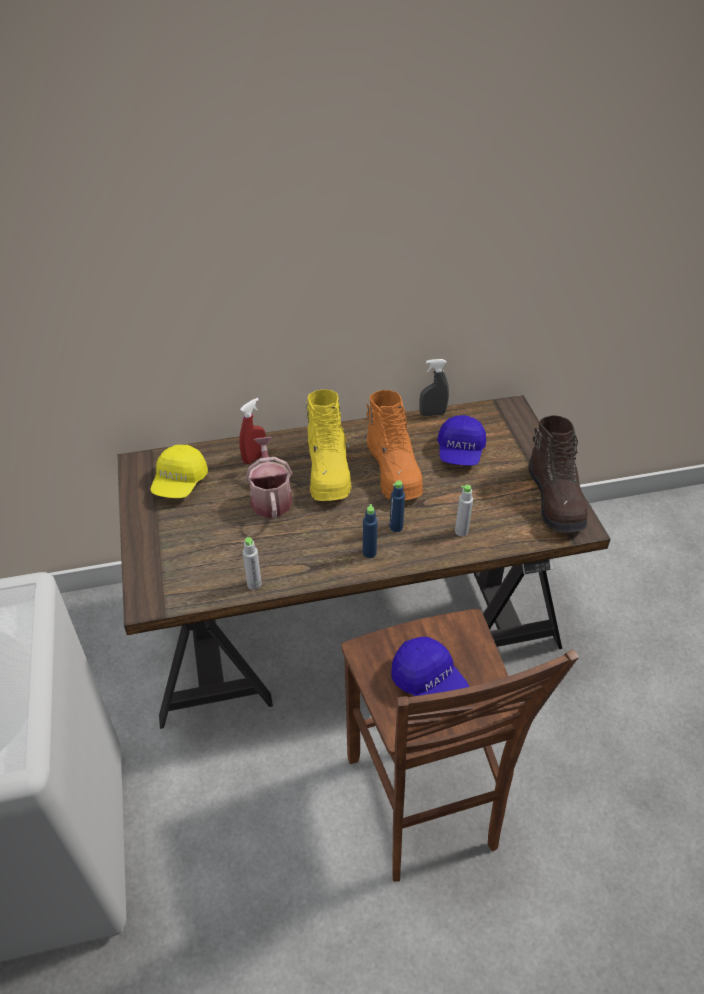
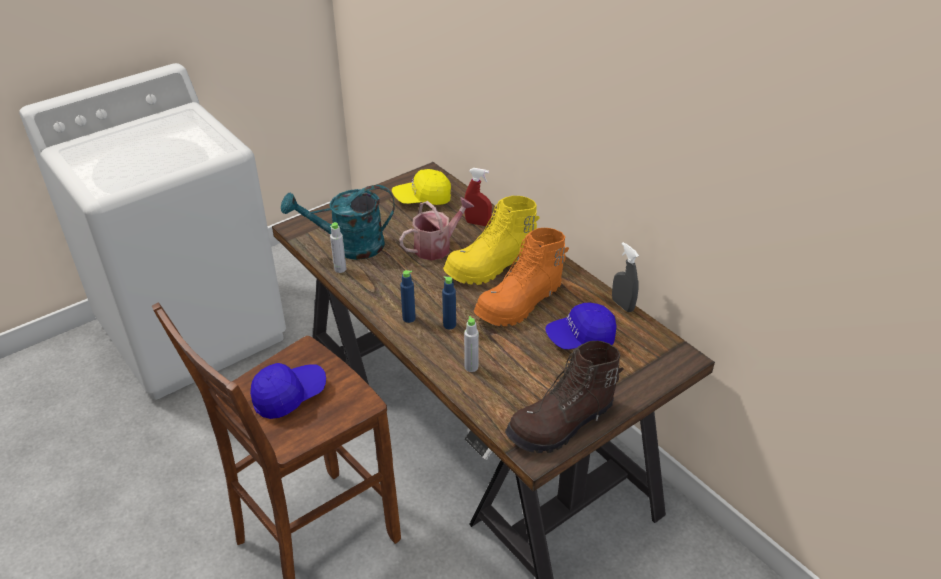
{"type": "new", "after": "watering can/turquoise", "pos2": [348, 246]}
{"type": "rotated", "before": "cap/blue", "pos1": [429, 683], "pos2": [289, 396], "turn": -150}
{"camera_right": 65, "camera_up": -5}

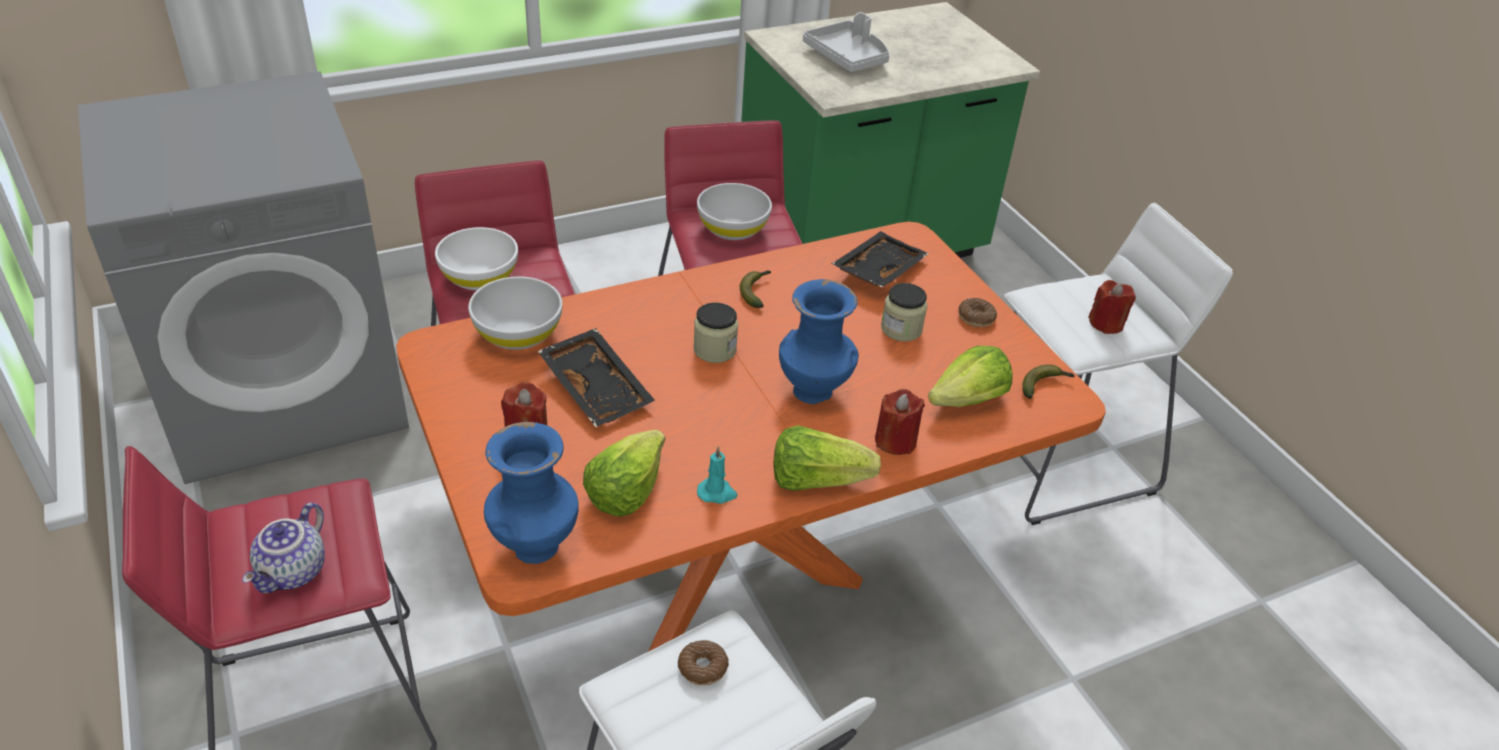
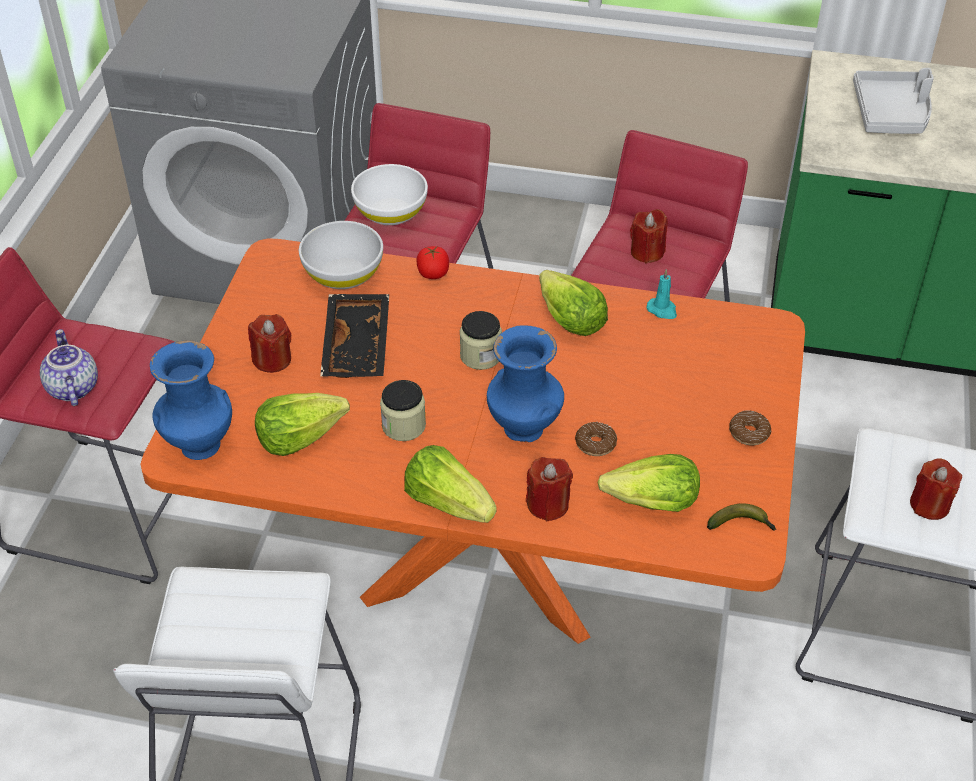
{"type": "gone", "before": "tray/black", "pos1": [877, 270]}
{"type": "new", "after": "tomato", "pos2": [433, 274]}
{"type": "shifted", "before": "donut", "pos1": [702, 667], "pos2": [595, 444]}
{"type": "shifted", "before": "candle/turquoise", "pos1": [717, 493], "pos2": [662, 310]}
{"type": "shifted", "before": "jar", "pos1": [901, 329], "pos2": [403, 426]}
{"type": "swapped", "before": "bowl/white", "after": "candle/red", "pos1": [732, 229], "pos2": [647, 252]}
{"type": "swapped", "before": "banana", "after": "lettuce", "pos1": [756, 292], "pos2": [569, 320]}
{"type": "rotated", "before": "teapot", "pos1": [294, 573], "pos2": [71, 388], "turn": 105}
{"camera_right": 40, "camera_up": 5}

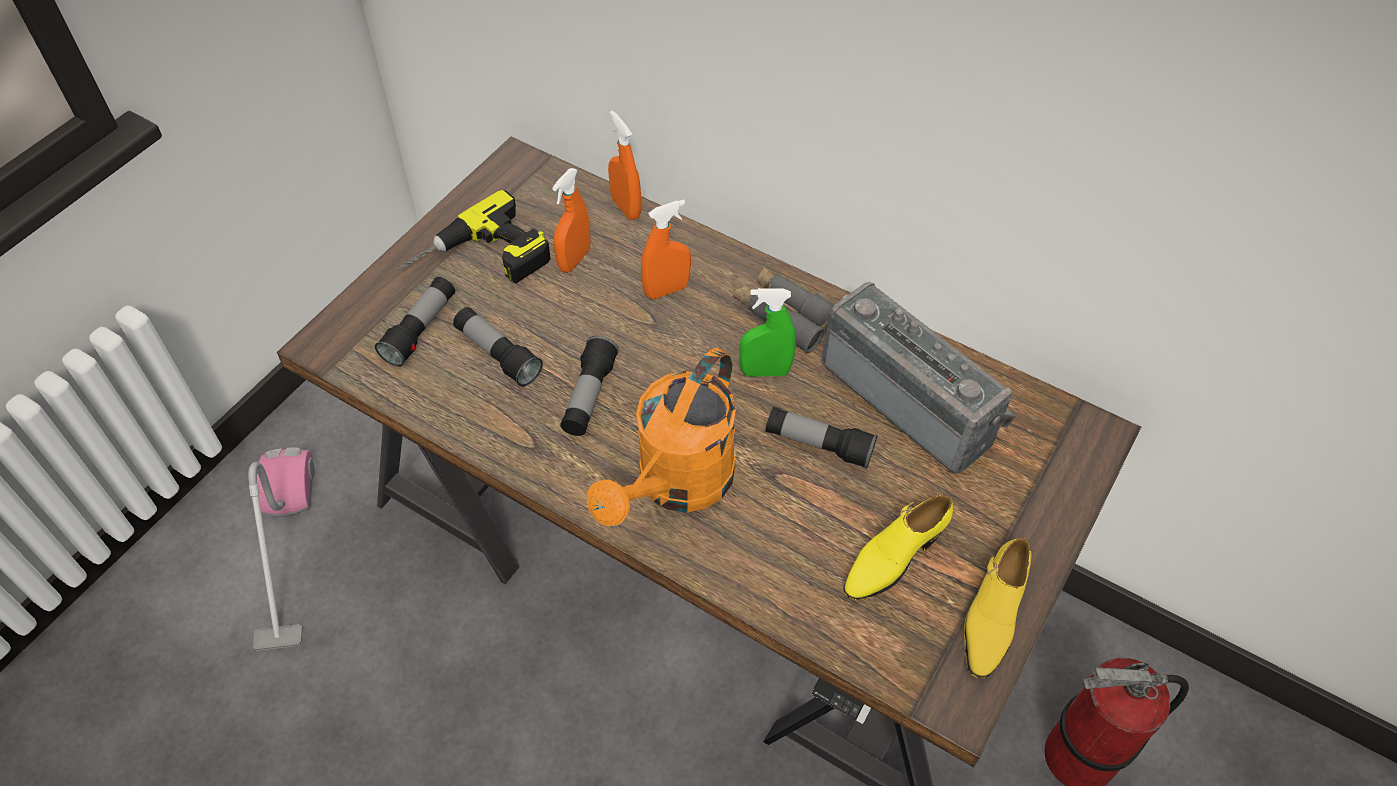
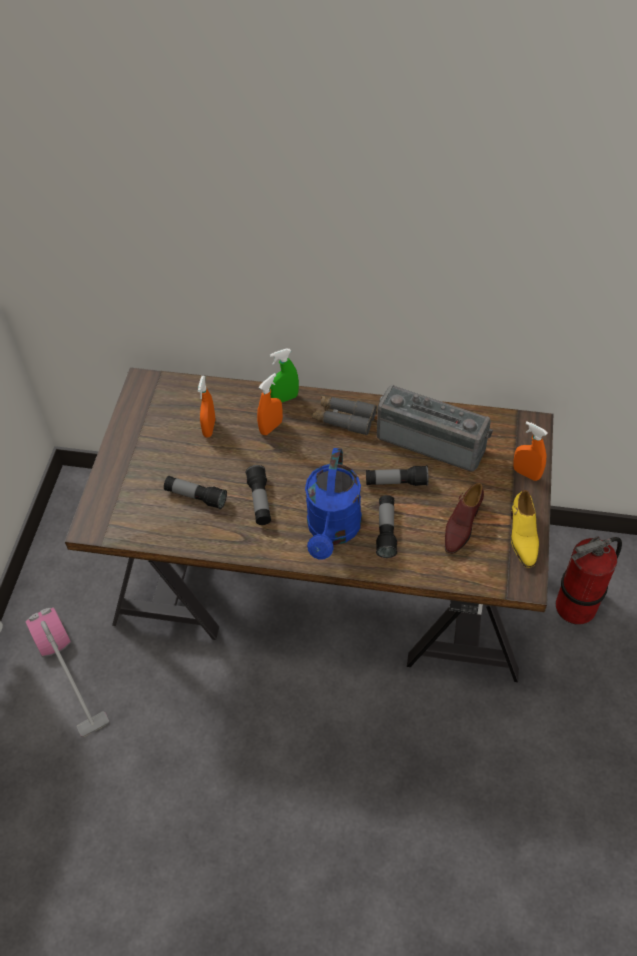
{"type": "gone", "before": "power drill", "pos1": [480, 261]}
{"type": "shifted", "before": "flashlight", "pos1": [420, 330], "pos2": [386, 531]}
{"type": "shifted", "before": "spray bottle/orange", "pos1": [625, 207], "pos2": [526, 473]}
{"type": "shifted", "before": "spray bottle/green", "pos1": [765, 371], "pos2": [285, 398]}
{"type": "repainted", "before": "watering can/orange", "after": "watering can/blue", "pos1": [676, 486], "pos2": [333, 531]}
{"type": "repainted", "before": "shoe/yellow", "after": "shoe/brown", "pos1": [893, 557], "pos2": [461, 525]}
{"camera_right": -20, "camera_up": 0}

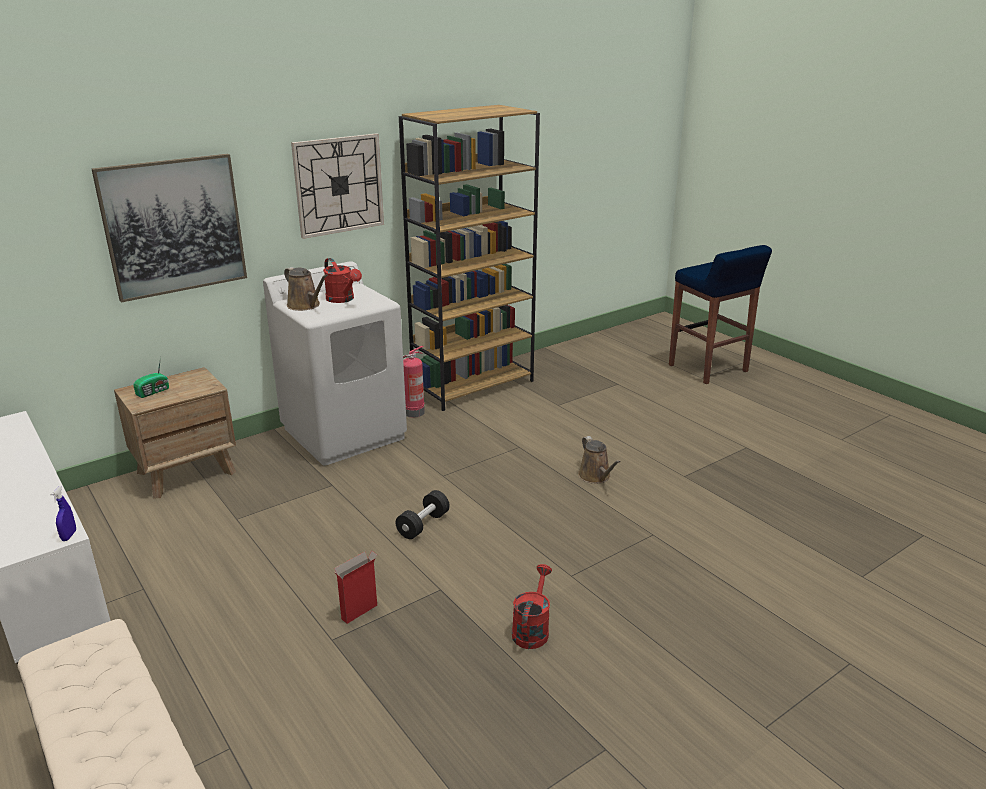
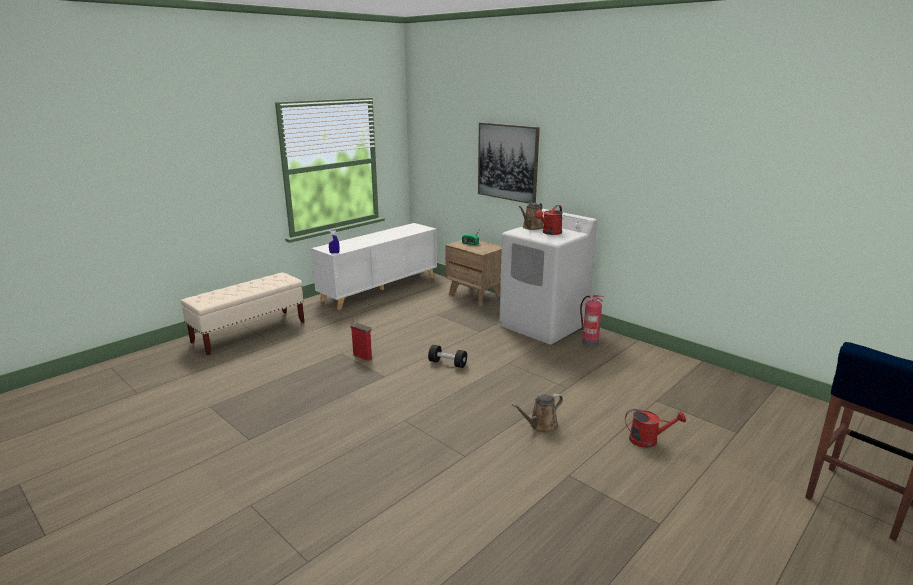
{"type": "gone", "before": "wall clock", "pos1": [339, 185]}
{"type": "gone", "before": "bookcase/brown", "pos1": [473, 385]}
{"type": "shifted", "before": "watering can/red", "pos1": [532, 629], "pos2": [648, 440]}
{"camera_right": 80, "camera_up": -5}

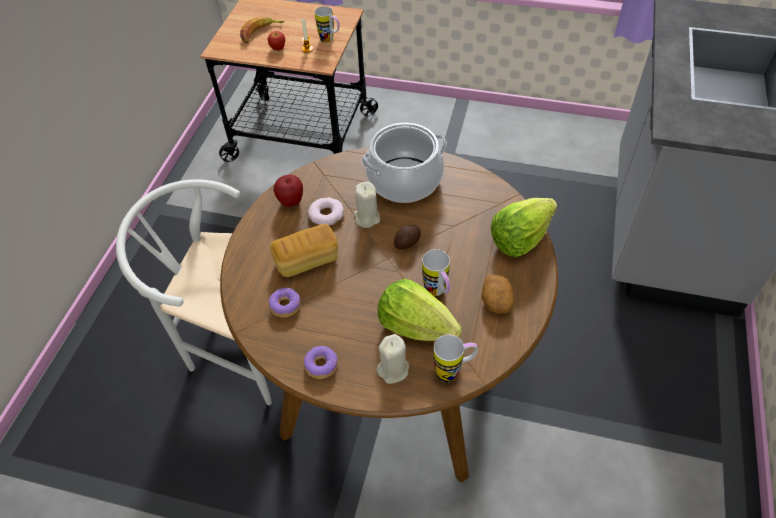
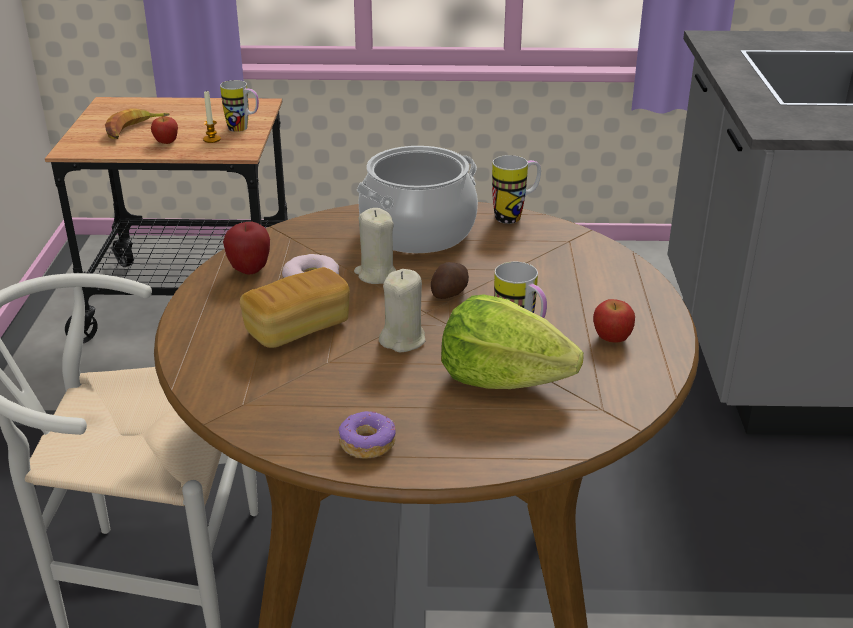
{"type": "gone", "before": "donut", "pos1": [285, 305]}
{"type": "gone", "before": "lettuce", "pos1": [520, 239]}
{"type": "shifted", "before": "candle/beige", "pos1": [393, 369], "pos2": [403, 340]}
{"type": "shifted", "before": "mug", "pos1": [454, 371], "pos2": [515, 216]}
{"type": "swapped", "before": "potato", "after": "apple", "pos1": [496, 300], "pos2": [611, 338]}
{"camera_right": -15, "camera_up": -20}

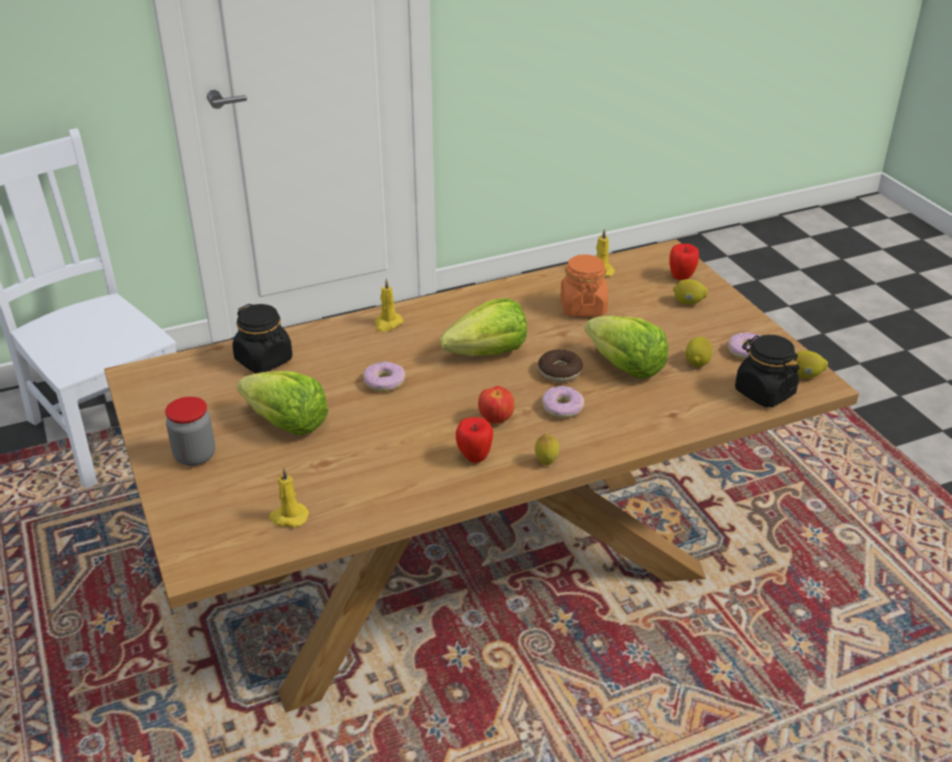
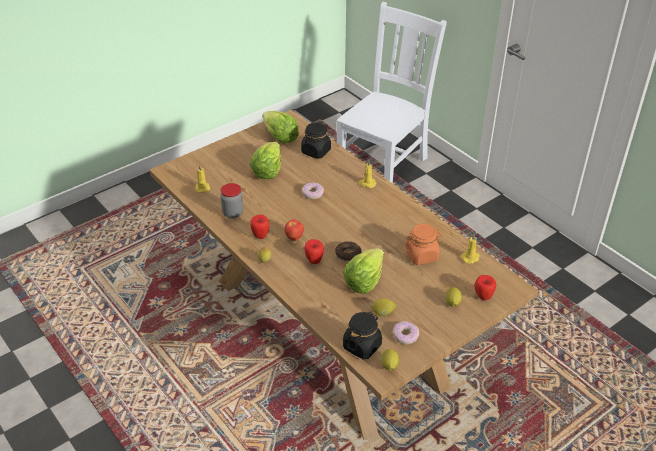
{"type": "shifted", "before": "jar", "pos1": [195, 456], "pos2": [233, 213]}
{"type": "shifted", "before": "lettuce", "pos1": [488, 353], "pos2": [280, 137]}
{"type": "swapped", "before": "donut", "after": "apple", "pos1": [562, 408], "pos2": [314, 261]}
{"camera_right": 75, "camera_up": 5}

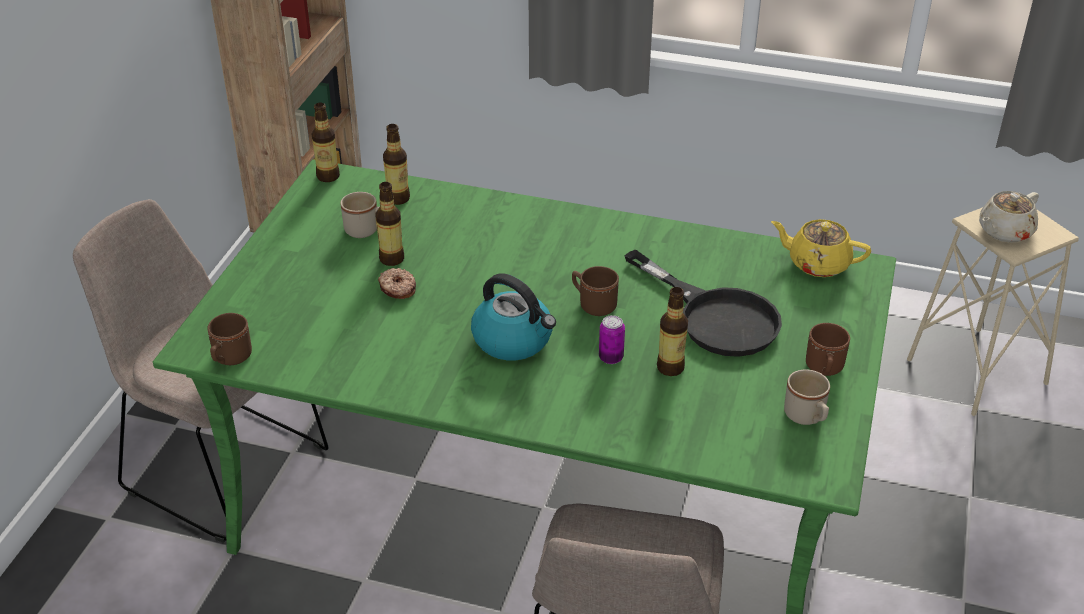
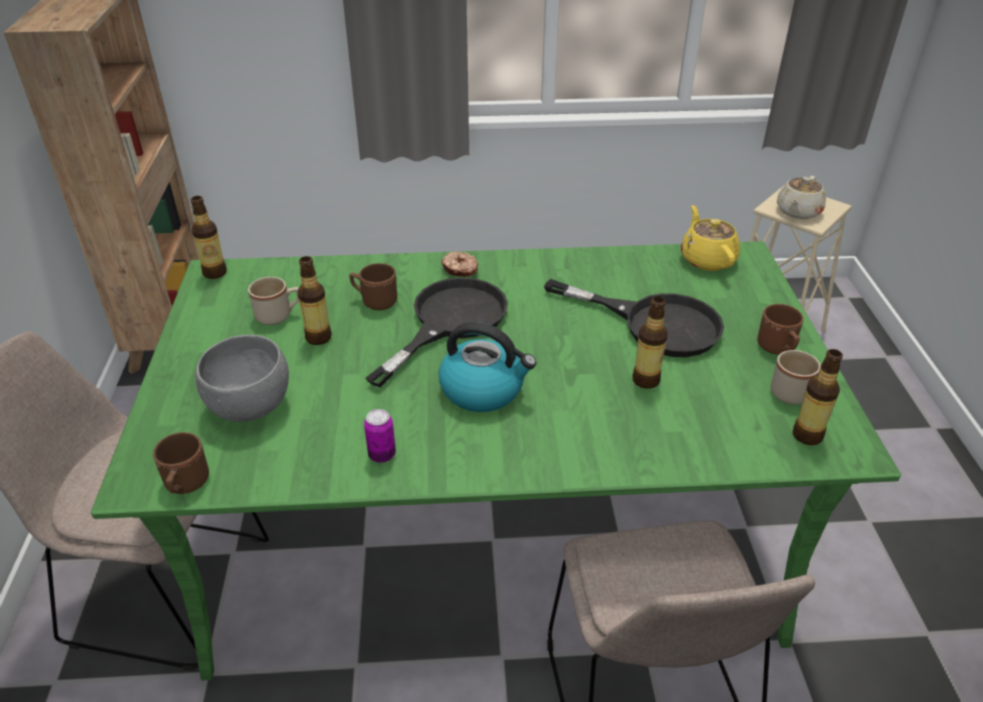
{"type": "new", "after": "bowl/grey", "pos2": [249, 406]}
{"type": "new", "after": "frying pan/black", "pos2": [449, 322]}
{"type": "shifted", "before": "donut", "pos1": [397, 289], "pos2": [460, 269]}
{"type": "shifted", "before": "bottle", "pos1": [398, 198], "pos2": [807, 435]}
{"type": "shifted", "before": "mug/brown", "pos1": [593, 304], "pos2": [374, 301]}
{"type": "shifted", "before": "can", "pos1": [611, 358], "pos2": [382, 455]}
{"type": "rotated", "before": "teapot/yellow", "pos1": [817, 263], "pos2": [707, 259], "turn": 75}
{"camera_right": -20, "camera_up": 0}

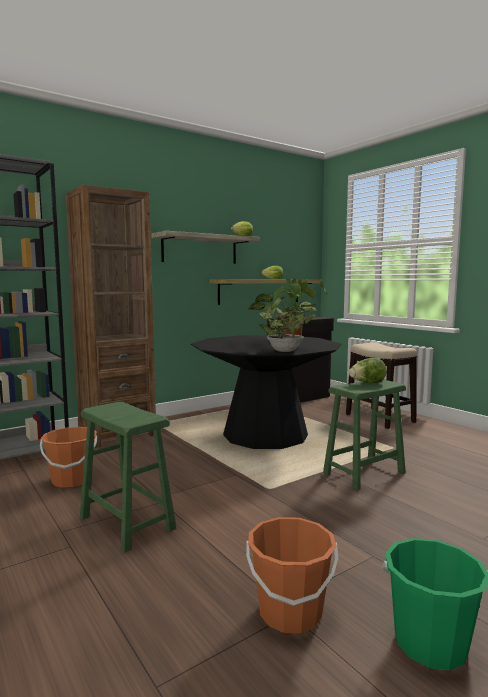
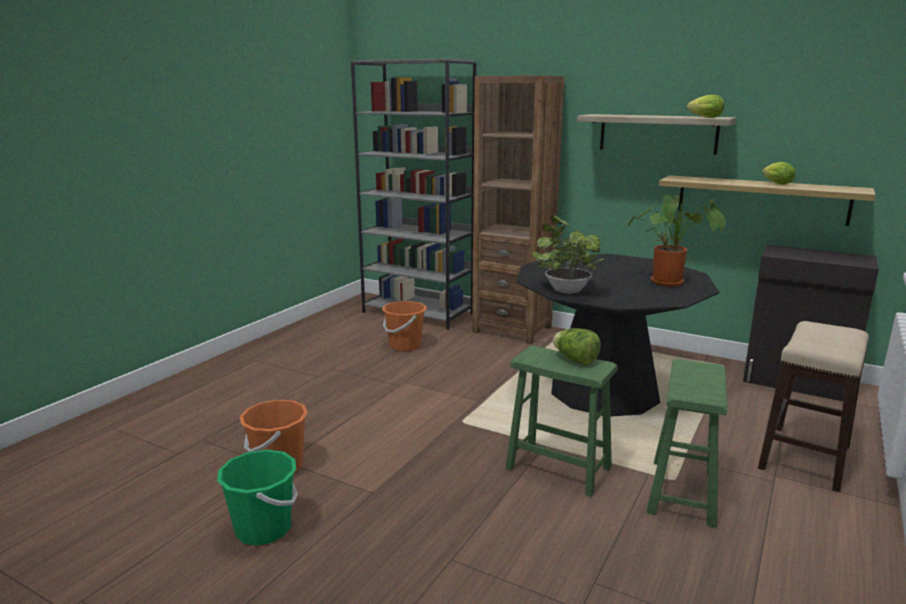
{"type": "shifted", "before": "stool/green", "pos1": [126, 523], "pos2": [682, 492]}
{"camera_right": 65, "camera_up": 10}

